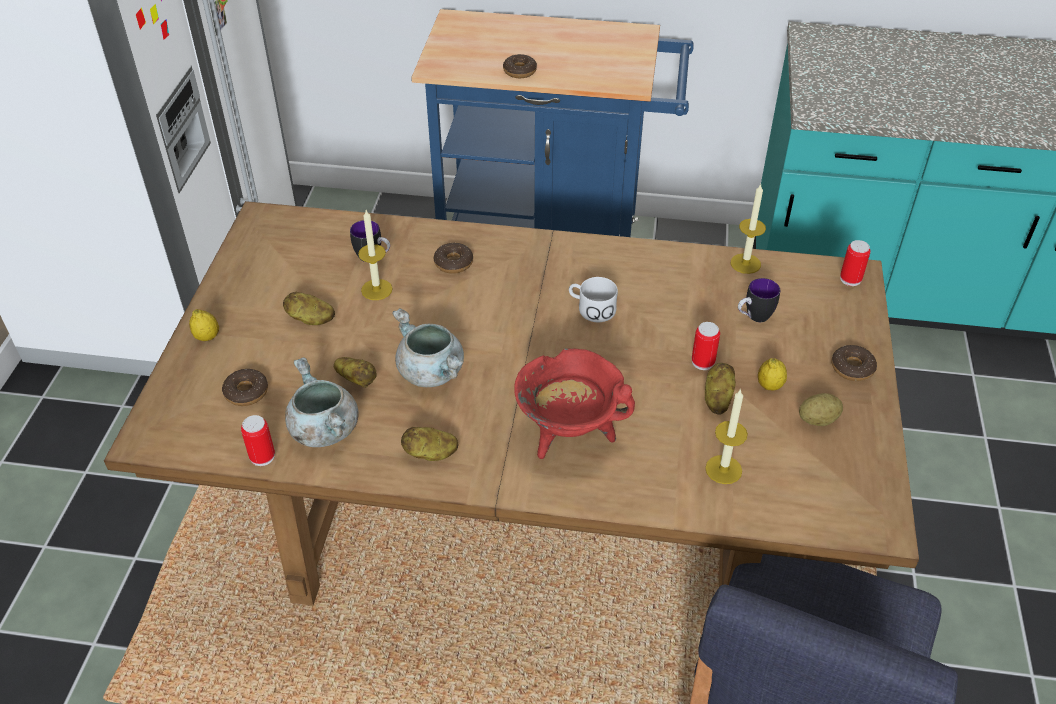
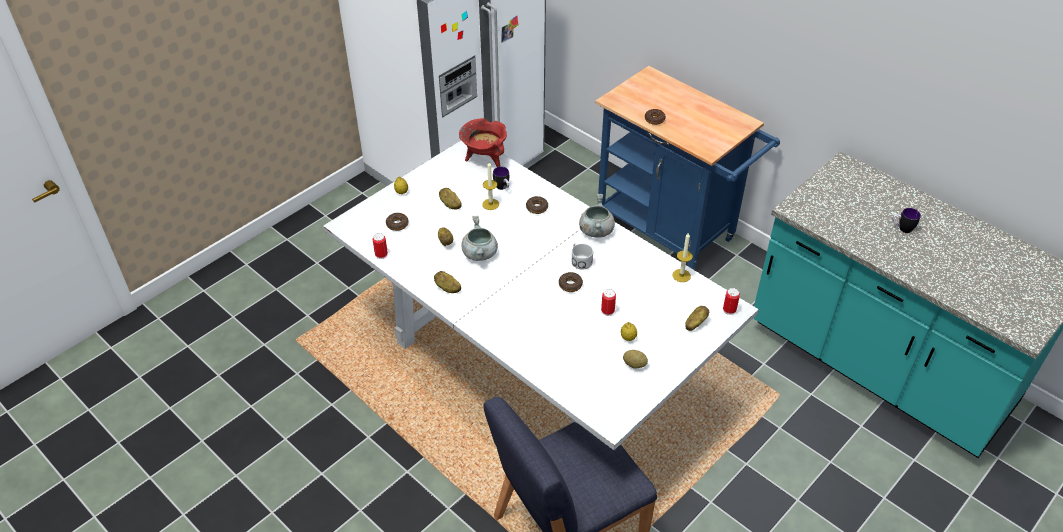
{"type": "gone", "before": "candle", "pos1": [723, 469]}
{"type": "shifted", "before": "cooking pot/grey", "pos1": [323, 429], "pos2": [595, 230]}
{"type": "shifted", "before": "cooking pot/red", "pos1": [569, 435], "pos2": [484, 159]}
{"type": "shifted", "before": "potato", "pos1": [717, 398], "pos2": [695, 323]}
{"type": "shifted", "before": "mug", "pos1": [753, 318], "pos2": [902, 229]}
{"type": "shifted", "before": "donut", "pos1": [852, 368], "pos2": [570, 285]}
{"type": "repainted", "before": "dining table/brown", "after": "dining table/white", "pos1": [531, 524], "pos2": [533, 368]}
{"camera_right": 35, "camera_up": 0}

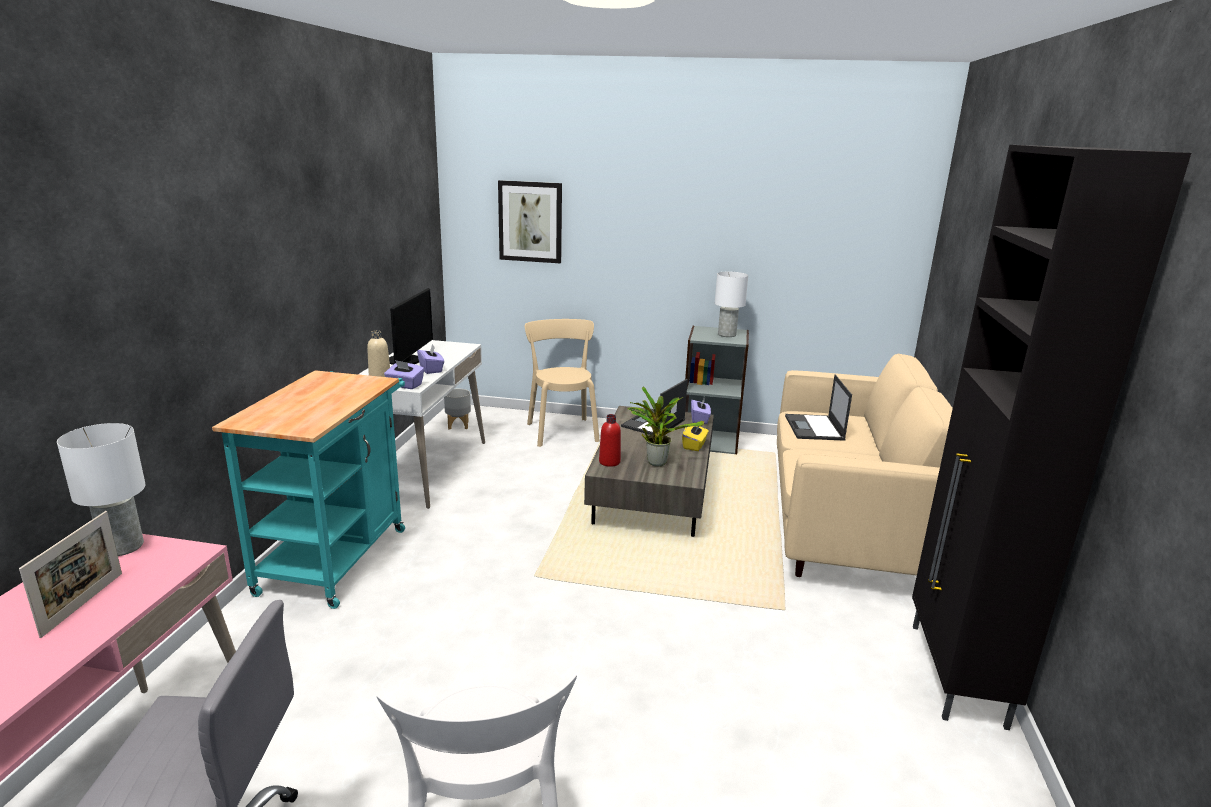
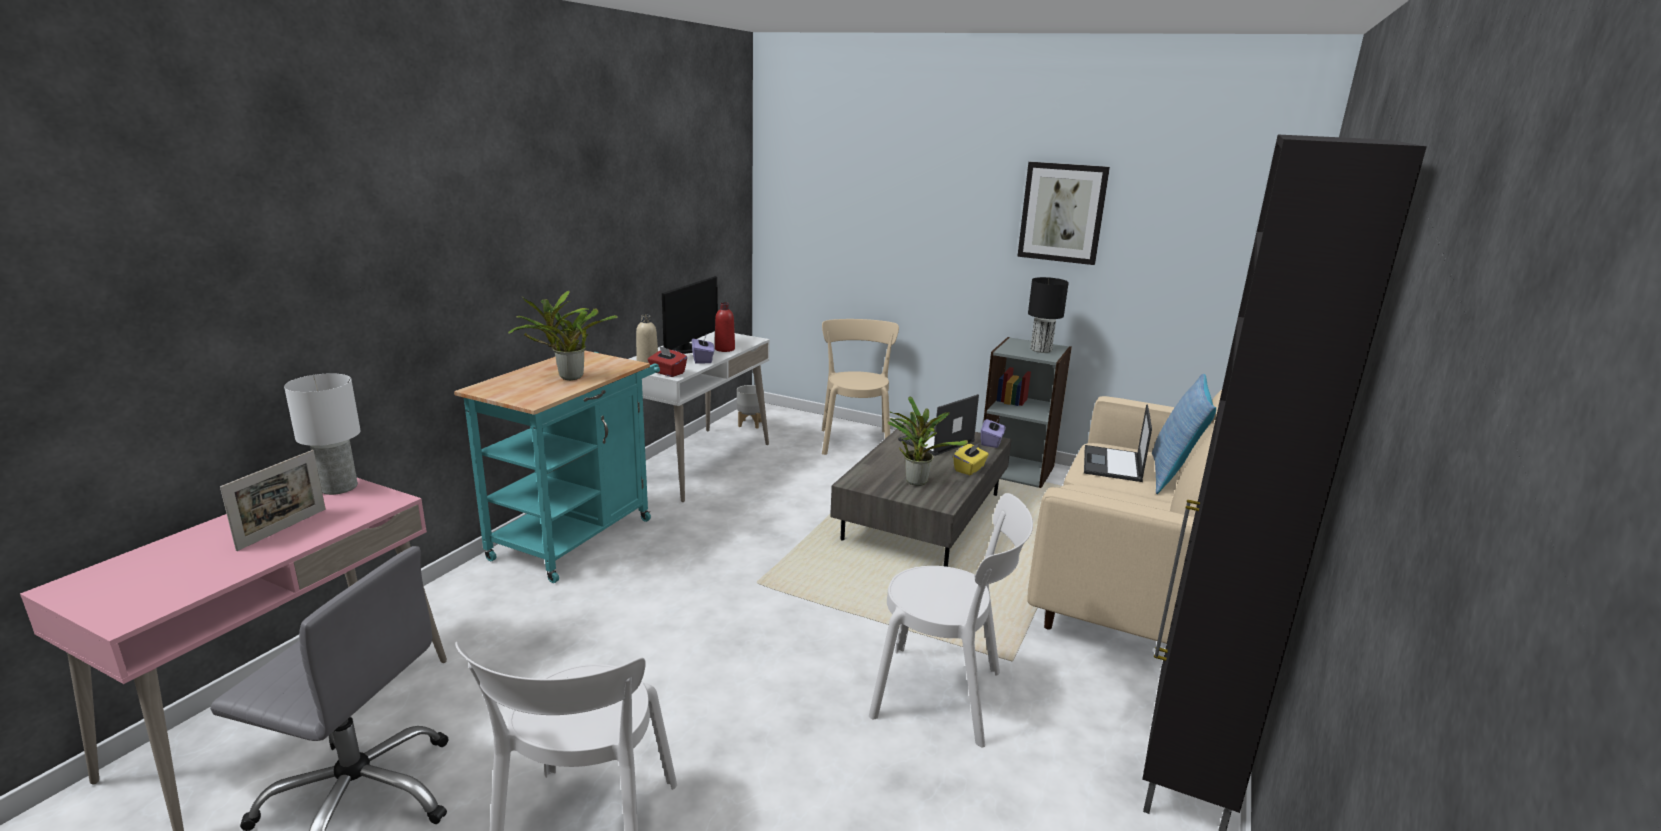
{"type": "new", "after": "potted plant", "pos2": [567, 377]}
{"type": "new", "after": "chair/white", "pos2": [944, 695]}
{"type": "new", "after": "pillow", "pos2": [1173, 476]}
{"type": "shifted", "before": "picture", "pos1": [530, 221], "pos2": [1062, 213]}
{"type": "shifted", "before": "bottle/red", "pos1": [609, 462], "pos2": [724, 349]}
{"type": "repainted", "before": "tissue box/purple", "after": "tissue box/red", "pos1": [405, 385], "pos2": [667, 372]}
{"type": "repainted", "before": "table lamp/white", "after": "table lamp/black", "pos1": [726, 335], "pos2": [1040, 350]}
{"camera_right": 15, "camera_up": 0}

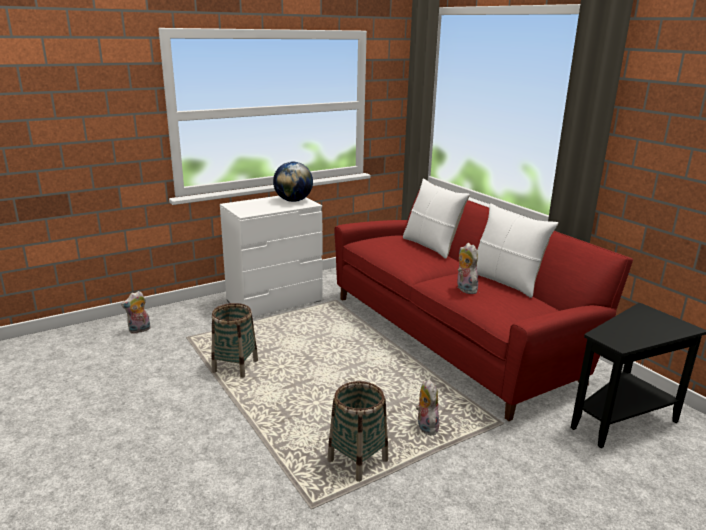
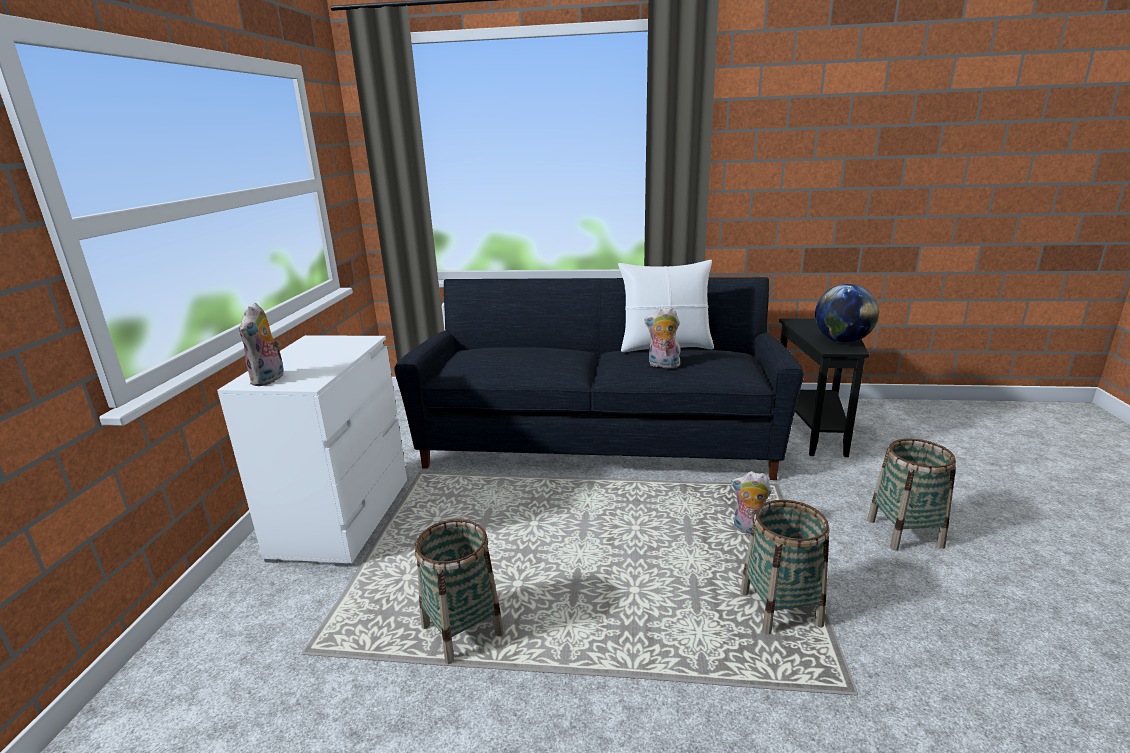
{"type": "gone", "before": "pillow/white", "pos1": [431, 246]}
{"type": "new", "after": "basket", "pos2": [904, 533]}
{"type": "shifted", "before": "plush toy", "pos1": [139, 330], "pos2": [269, 379]}
{"type": "shifted", "before": "globe", "pos1": [293, 201], "pos2": [842, 341]}
{"type": "repainted", "before": "sofa/red", "after": "sofa/black", "pos1": [454, 335], "pos2": [598, 437]}
{"camera_right": -50, "camera_up": 0}

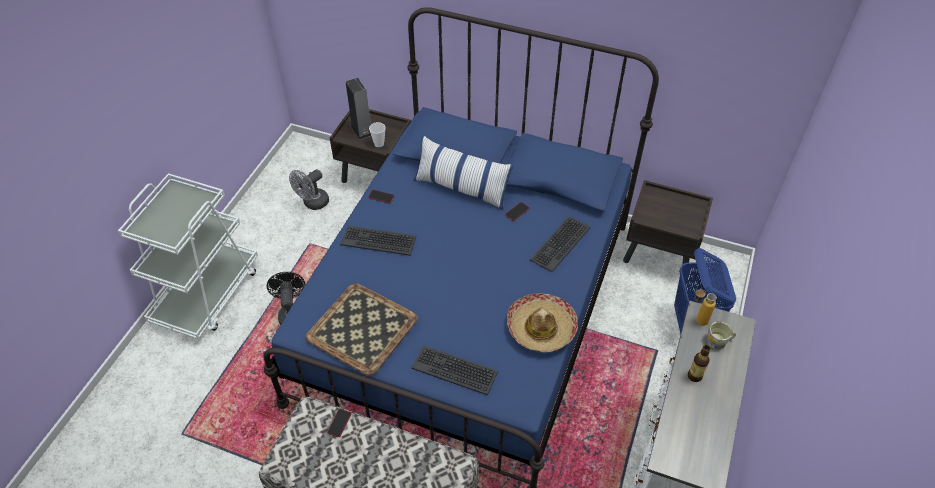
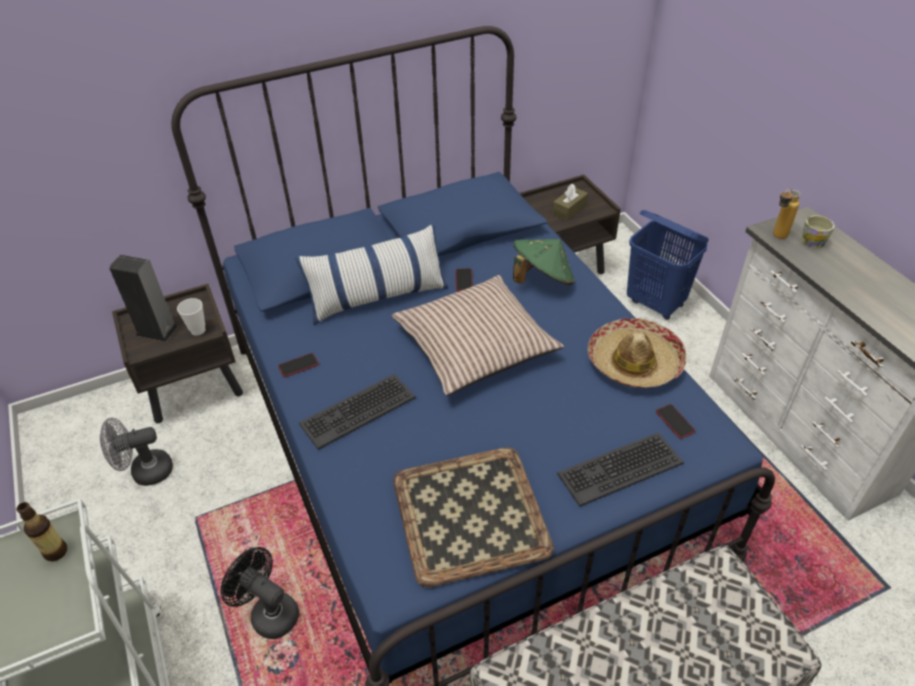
{"type": "new", "after": "pillow", "pos2": [475, 345]}
{"type": "new", "after": "tissue box/brown", "pos2": [569, 209]}
{"type": "shifted", "before": "phone", "pos1": [339, 423], "pos2": [675, 421]}
{"type": "shifted", "before": "bottle", "pos1": [694, 376], "pos2": [56, 552]}
{"type": "swapped", "before": "keyboard", "after": "hat/green", "pos1": [559, 243], "pos2": [542, 279]}
{"type": "rotated", "before": "fan/grey", "pos1": [313, 203], "pos2": [145, 472], "turn": 75}
{"camera_right": -45, "camera_up": -5}

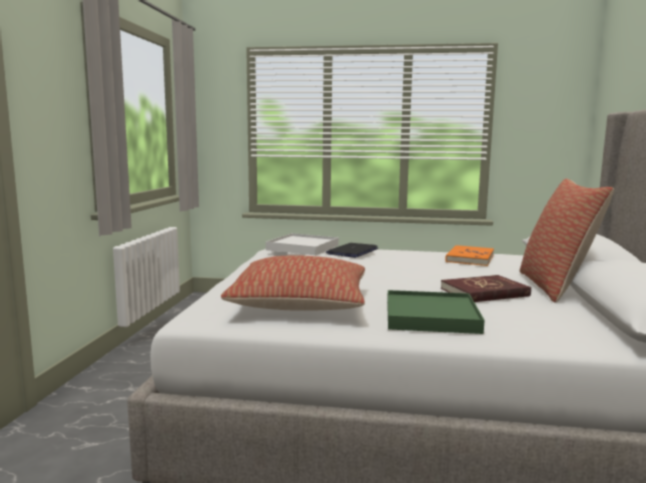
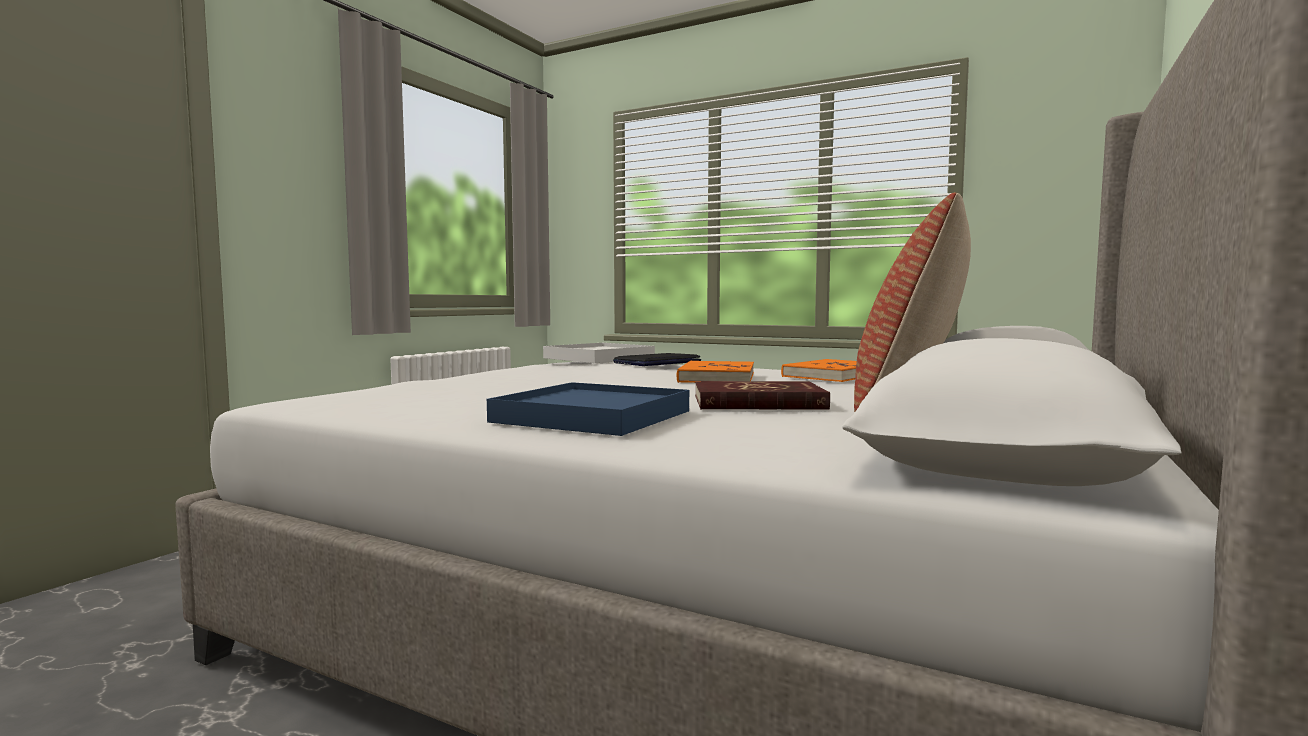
{"type": "gone", "before": "pillow", "pos1": [300, 304]}
{"type": "new", "after": "book/orange", "pos2": [716, 377]}
{"type": "repainted", "before": "tray/green", "after": "tray/blue", "pos1": [430, 316], "pos2": [592, 416]}
{"camera_right": 20, "camera_up": -5}

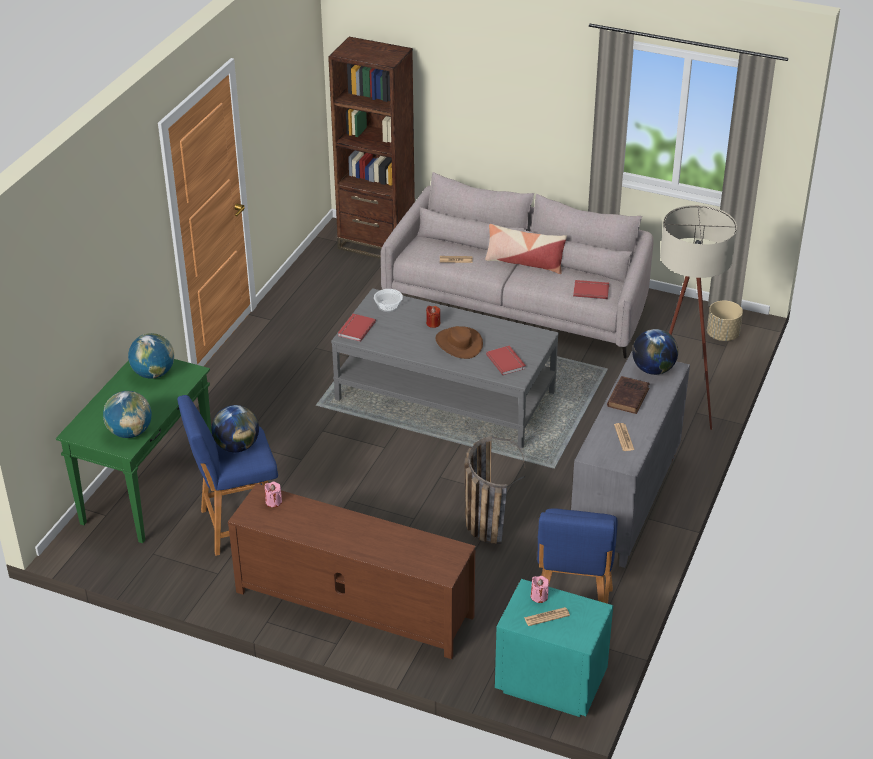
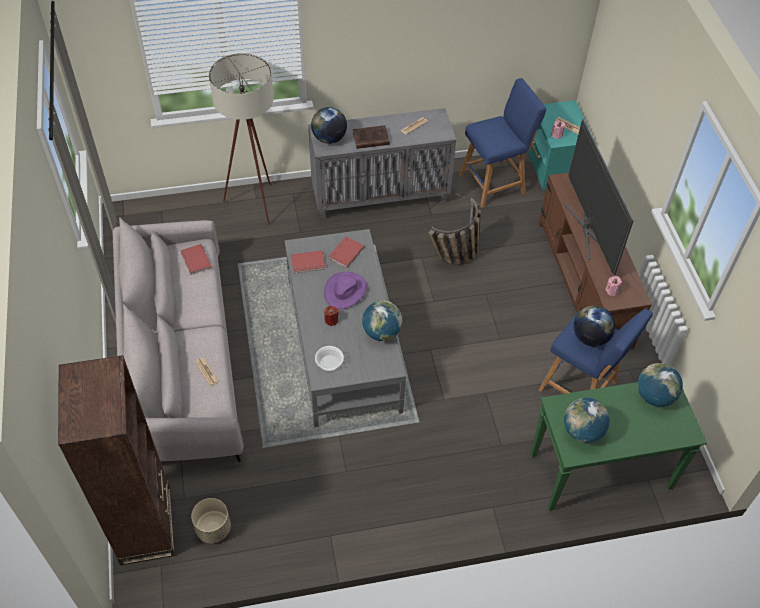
{"type": "gone", "before": "pillow", "pos1": [524, 262]}
{"type": "new", "after": "globe", "pos2": [381, 332]}
{"type": "new", "after": "television", "pos2": [588, 229]}
{"type": "shifted", "before": "book/red", "pos1": [355, 329], "pos2": [308, 263]}
{"type": "shifted", "before": "planter/beige", "pos1": [722, 335], "pos2": [213, 528]}
{"type": "repainted", "before": "hat/brown", "after": "hat/purple", "pos1": [459, 343], "pos2": [345, 291]}
{"camera_right": -125, "camera_up": 15}

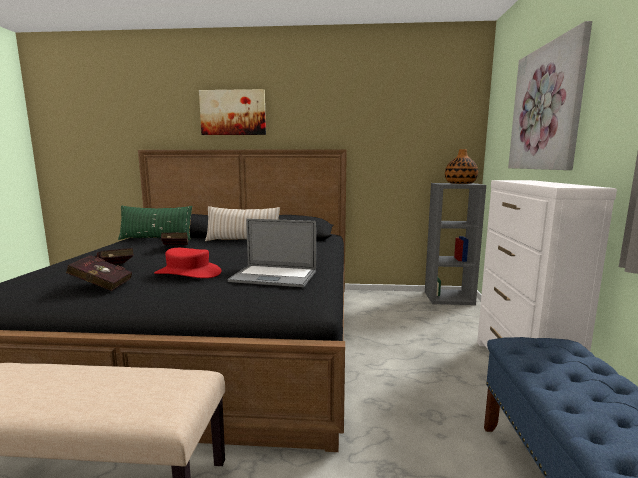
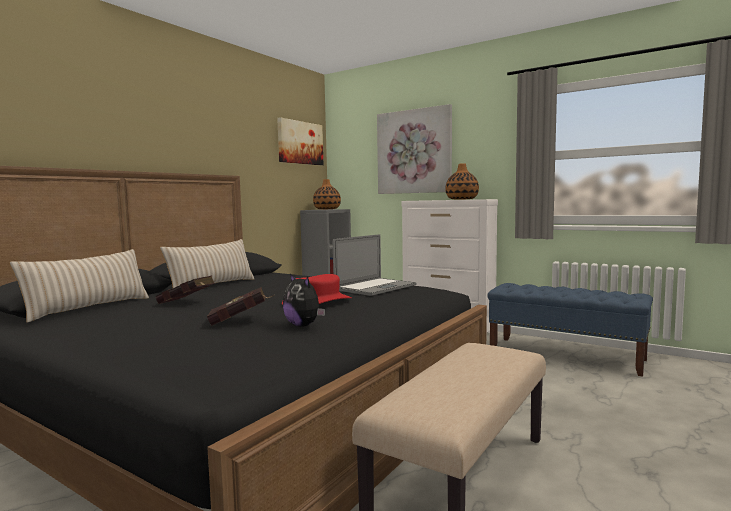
{"type": "new", "after": "vase", "pos2": [461, 199]}
{"type": "shifted", "before": "picture", "pos1": [233, 112], "pos2": [300, 142]}
{"type": "swapped", "before": "book/red", "after": "plush toy", "pos1": [100, 285], "pos2": [304, 325]}
{"type": "repainted", "before": "pillow/green", "after": "pillow/beige", "pos1": [156, 239], "pos2": [89, 308]}
{"camera_right": -60, "camera_up": -5}

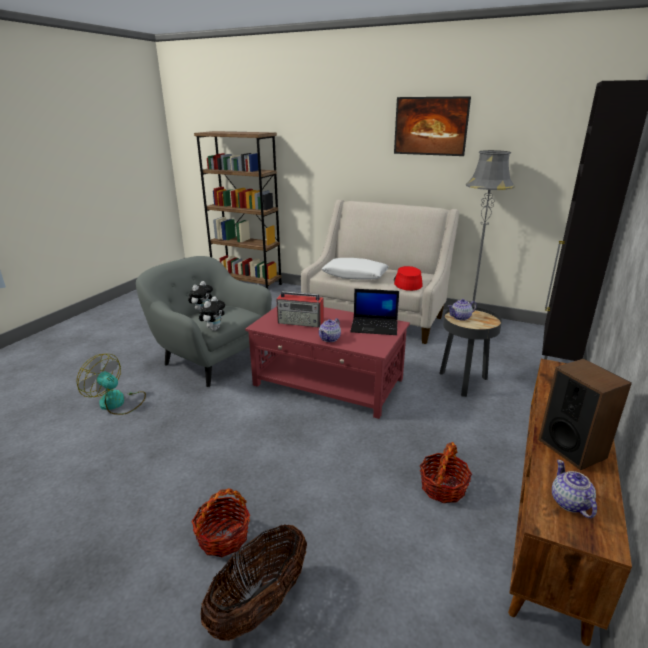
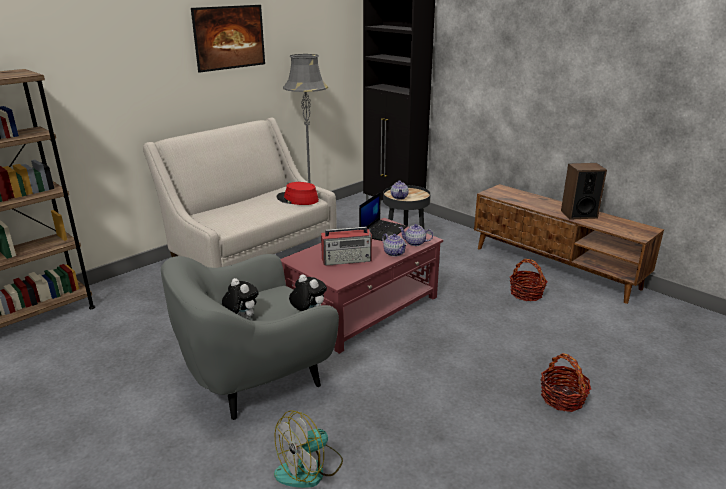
{"type": "gone", "before": "basket", "pos1": [260, 604]}
{"type": "gone", "before": "pillow/white", "pos1": [355, 275]}
{"type": "shifted", "before": "teapot", "pos1": [570, 503], "pos2": [415, 243]}
{"type": "rotated", "before": "radio", "pos1": [301, 322], "pos2": [347, 260], "turn": 45}
{"camera_right": -70, "camera_up": 0}

